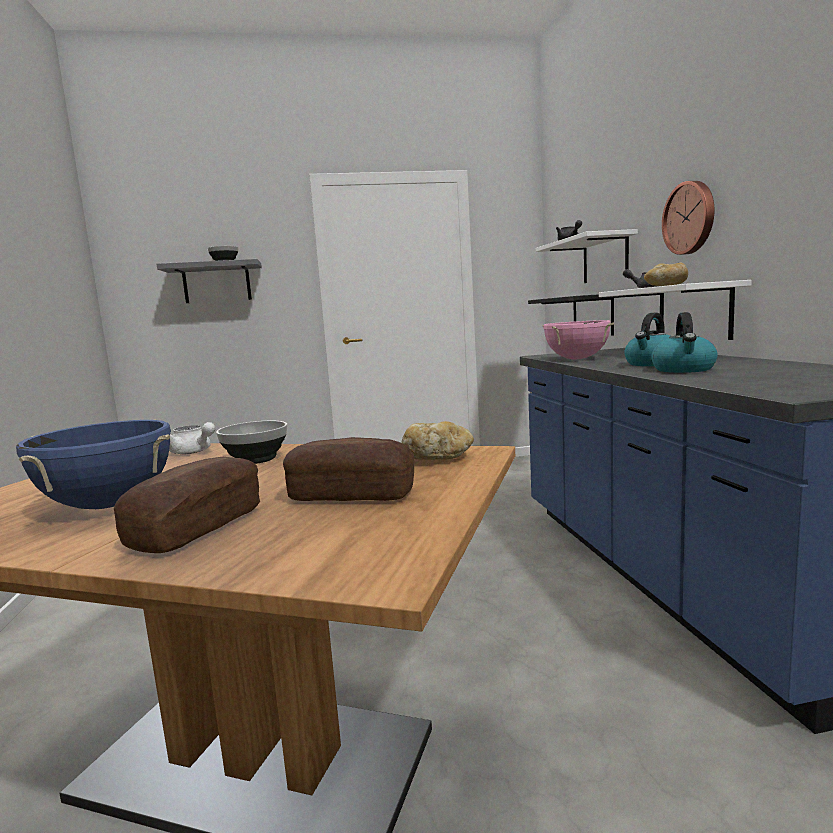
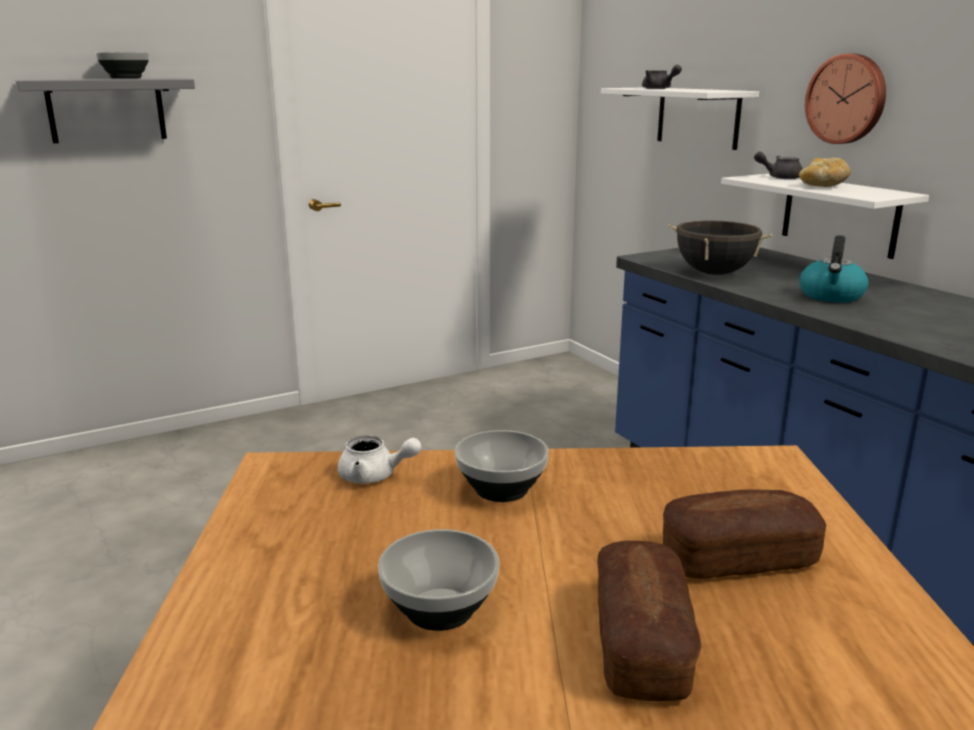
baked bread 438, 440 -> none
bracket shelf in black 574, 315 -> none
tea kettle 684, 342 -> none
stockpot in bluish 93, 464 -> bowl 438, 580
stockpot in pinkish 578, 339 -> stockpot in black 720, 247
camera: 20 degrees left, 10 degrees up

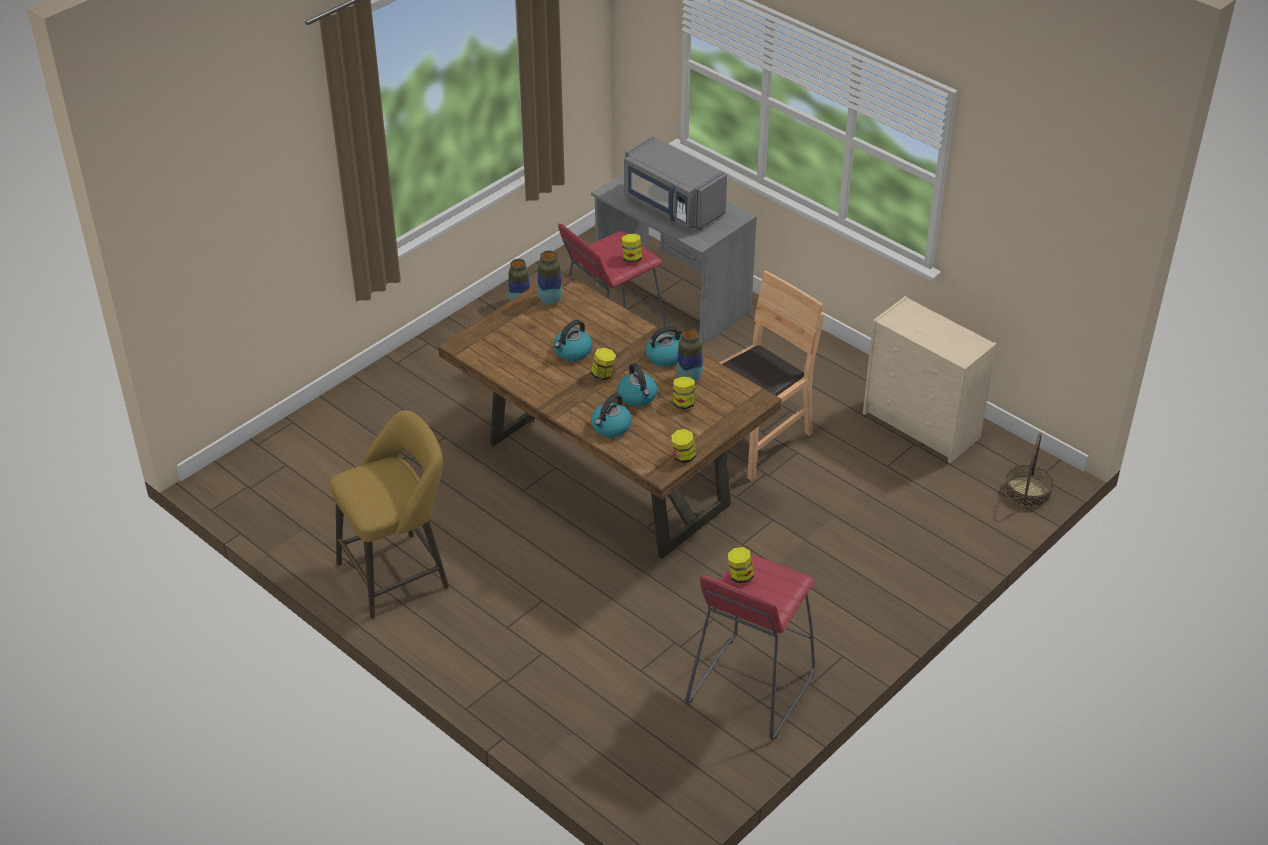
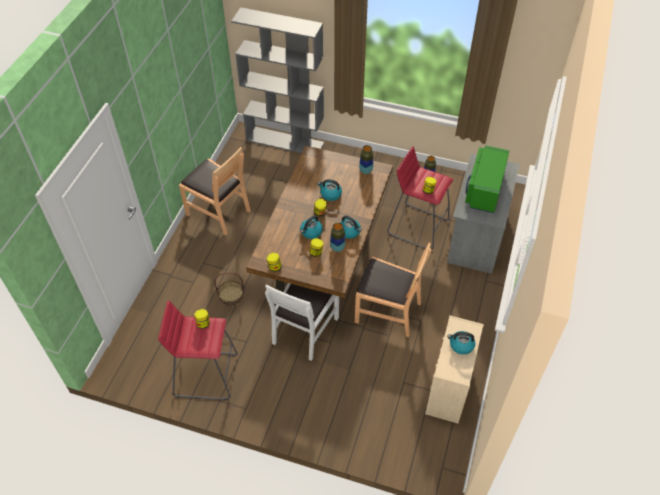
none -> bookshelf in gray 277, 80
none -> upright chair in white 302, 322
tea kettle 611, 415 -> tea kettle 461, 343, relocated
basket 1028, 470 -> basket 229, 289, relocated
stool in yellow-coloured 389, 514 -> upright chair in brownish 215, 191
microwave in gray 675, 183 -> microwave in green-coloured 487, 179
camera: 65 degrees right, 10 degrees up

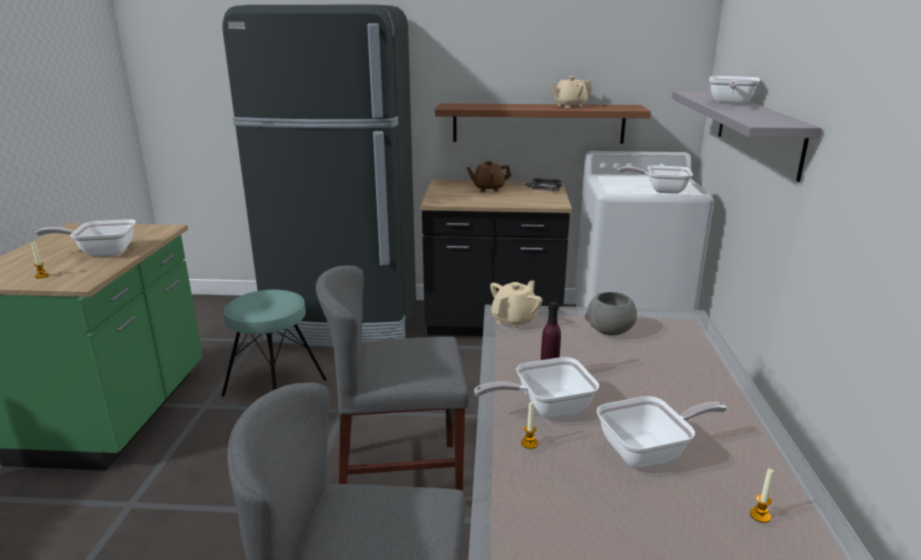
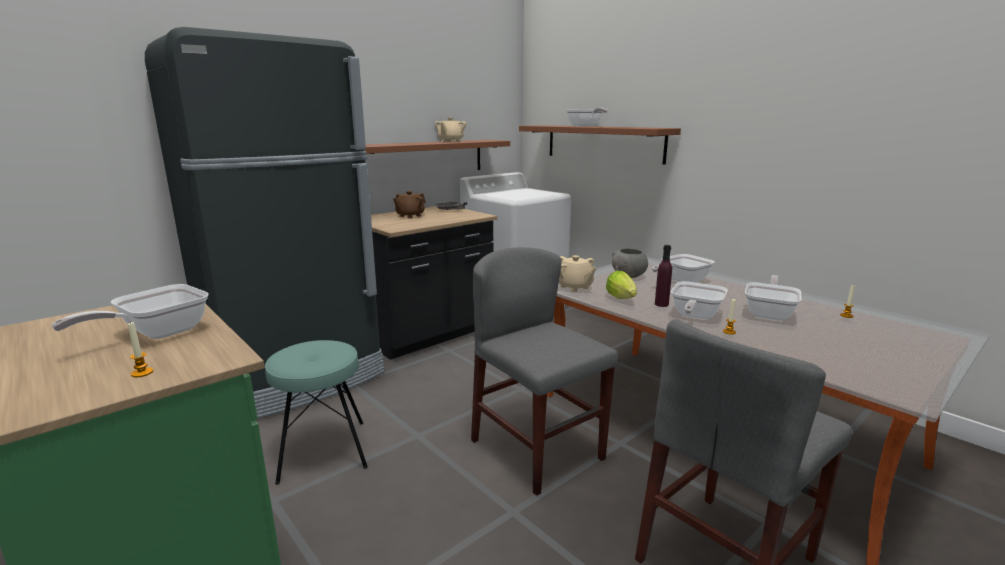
none -> lettuce head 621, 284
frying pan 655, 179 -> frying pan 683, 268, relocated
bracket shelf in gray 747, 136 -> bracket shelf in brownish 600, 145
upright chair in gray 392, 378 -> upright chair in gray 544, 371, 105 degrees clockwise
tea pot in beige 516, 304 -> tea pot in beige 577, 273, 150 degrees clockwise
camera: 45 degrees left, 5 degrees down

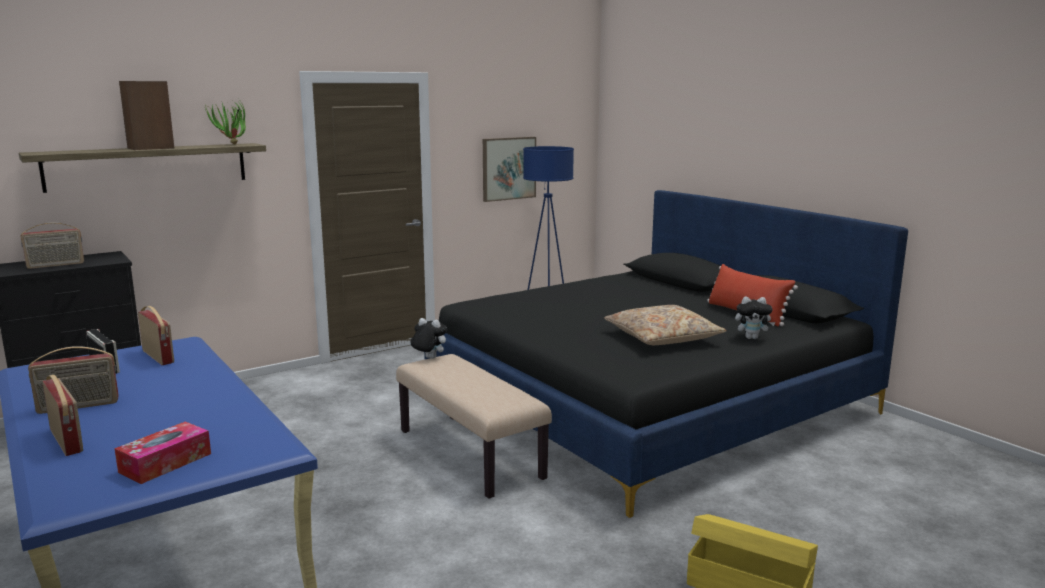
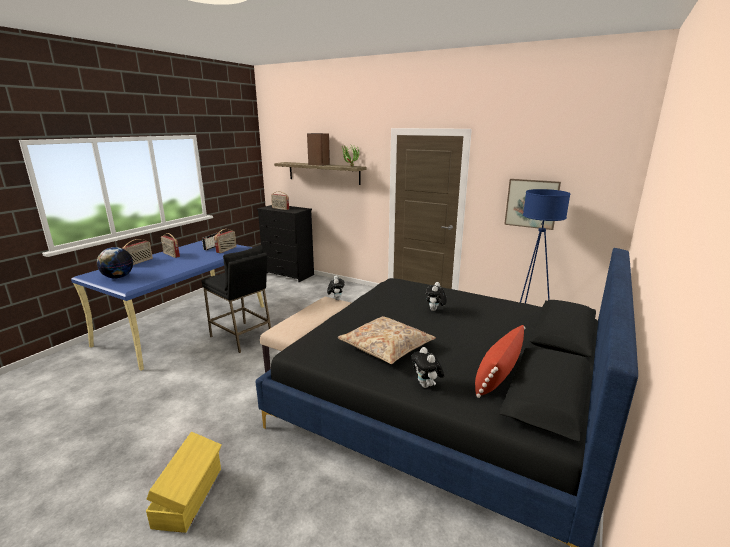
none -> stool in black 236, 299
none -> cuddly toy 436, 296
box of tissues 163, 453 -> globe 115, 263
camera: 65 degrees right, 5 degrees up

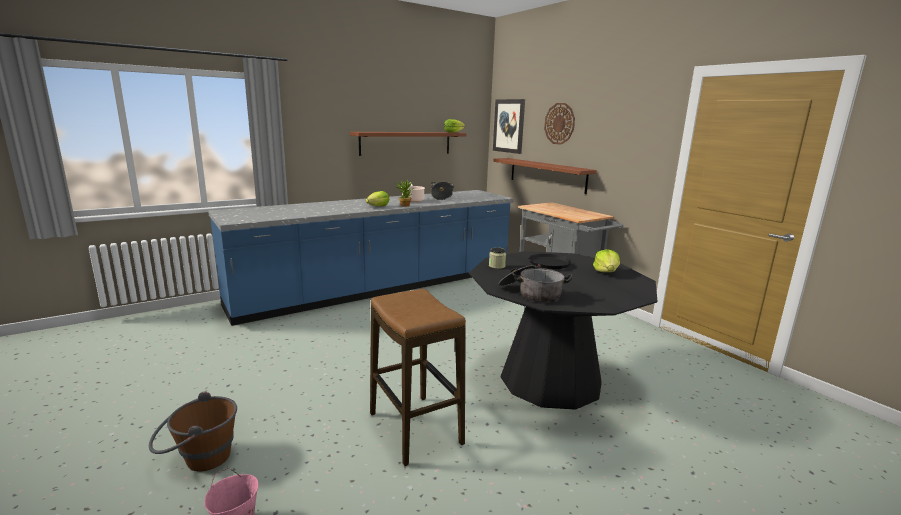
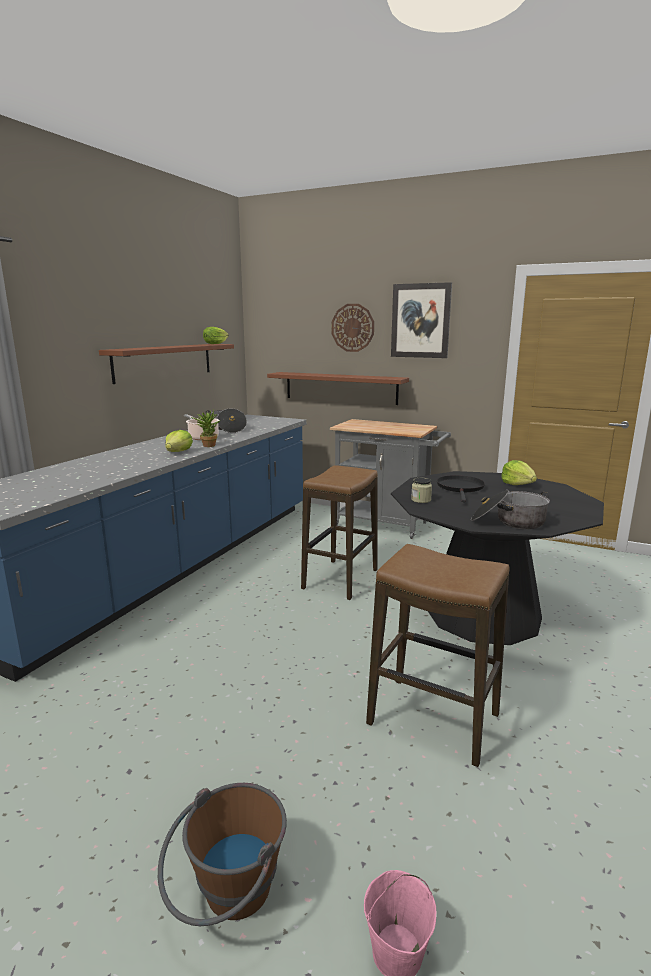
none -> stool 339, 532
wall art 509, 126 -> wall art 421, 320, relocated
camera: 30 degrees left, 0 degrees up

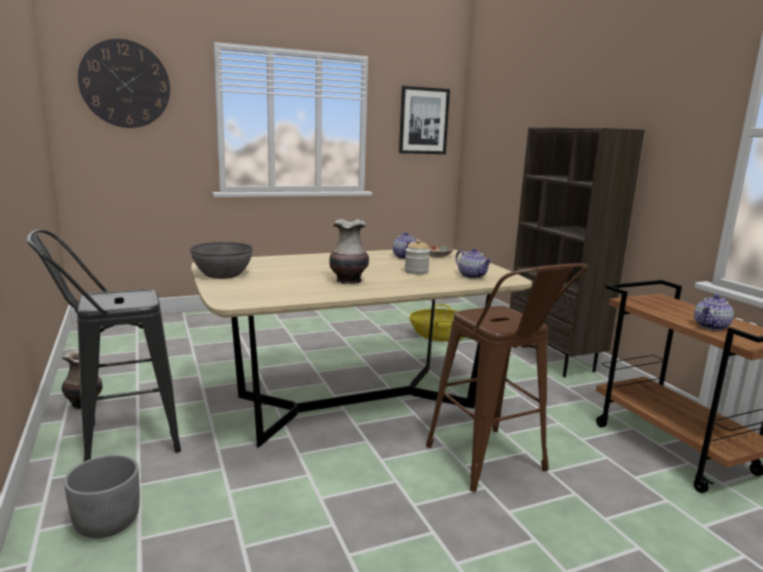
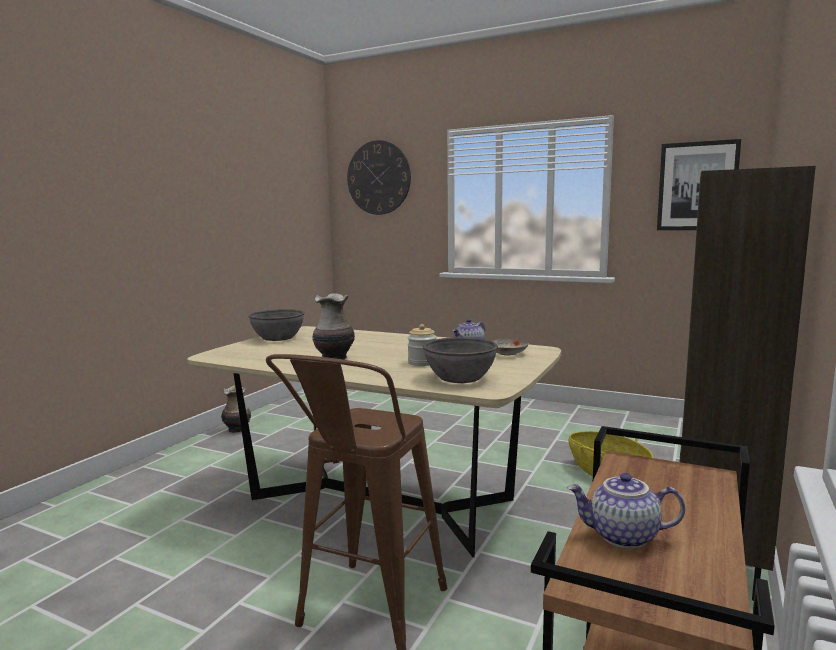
stool in black 104, 346 -> none
plant pot in gray 102, 497 -> none
tea pot 473, 263 -> bowl in gray 460, 360
camera: 50 degrees right, 5 degrees down

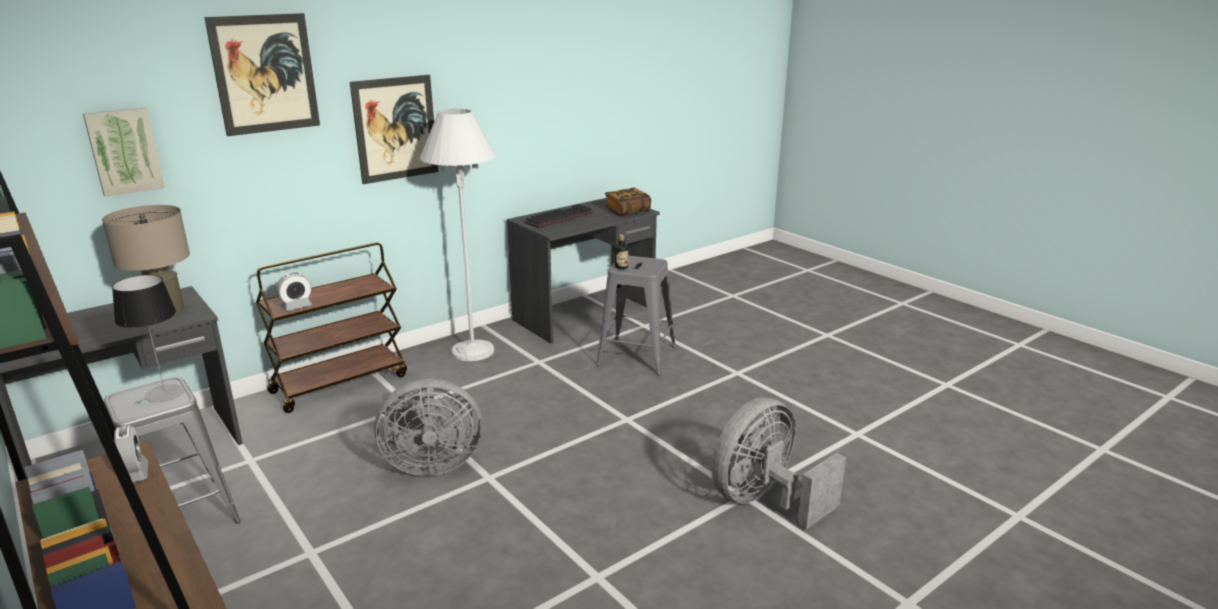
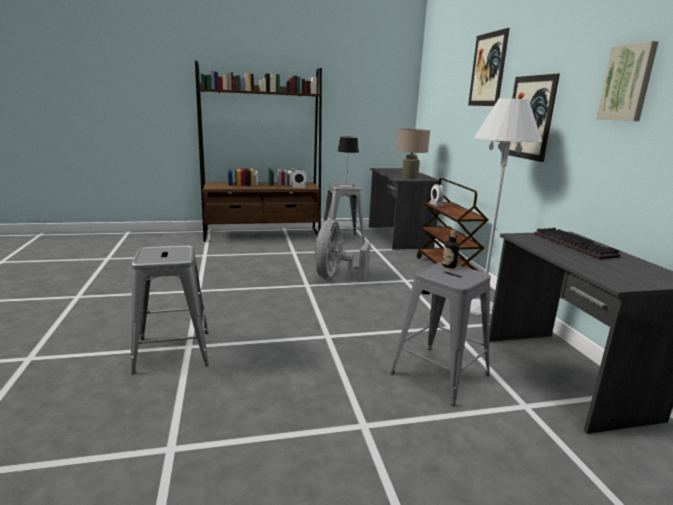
volume 628, 202 -> none
wall art 124, 152 -> wall art 627, 81, relocated
electric fan in gray 779, 463 -> stool in gray 170, 310
camera: 115 degrees right, 5 degrees down

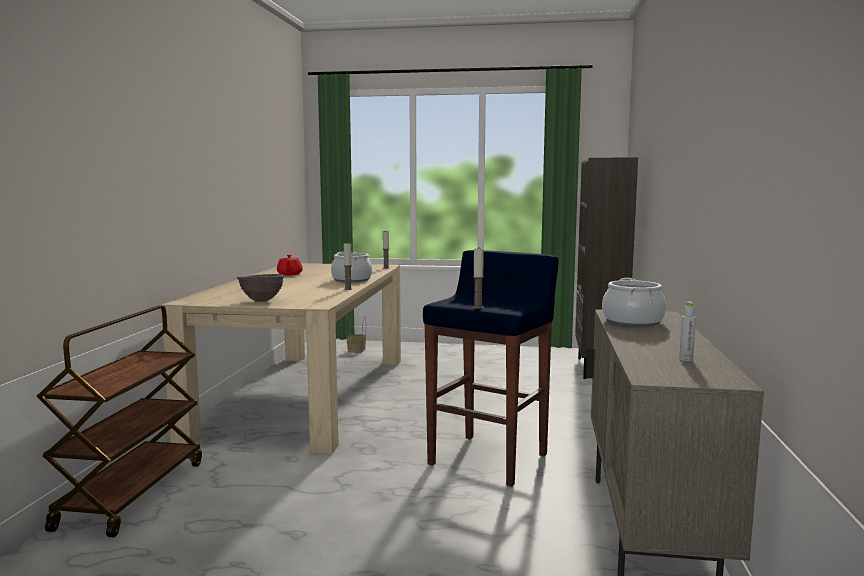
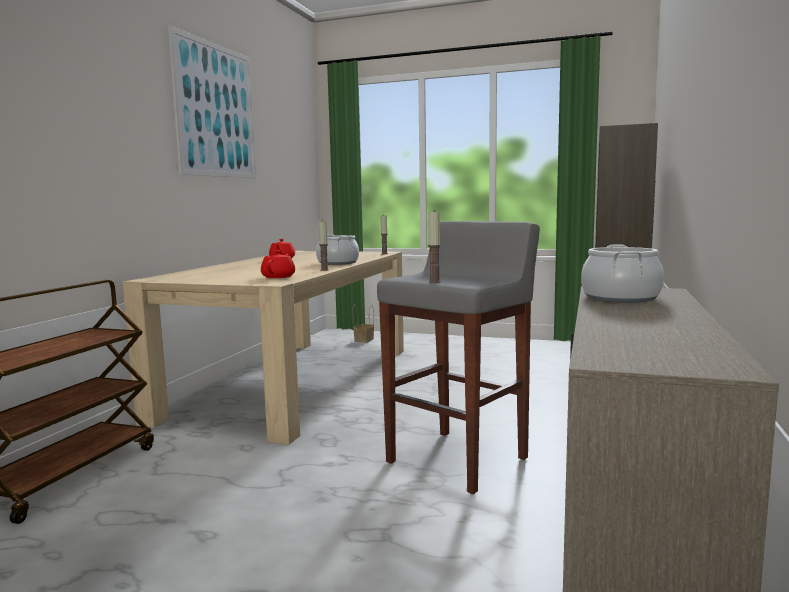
bowl in brownish 260, 288 -> none
beverage bottle in gray 687, 331 -> none
none -> wall art 212, 101
none -> tea pot in red 278, 264
stool in bluish 491, 368 -> stool in gray 458, 357
camera: 10 degrees right, 0 degrees up

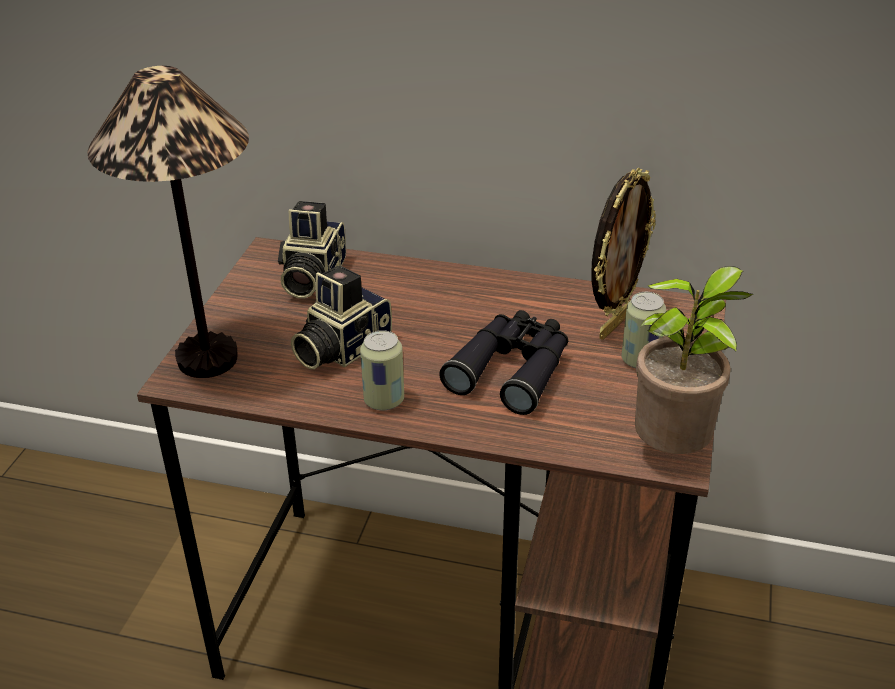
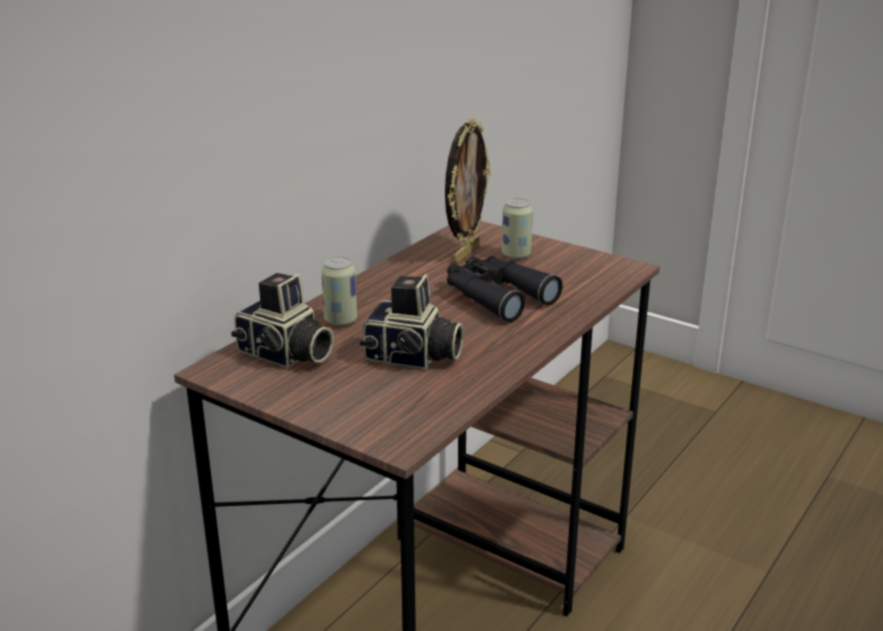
tabletop lamp 168, 222 -> none
potted plant 694, 360 -> none
can 382, 370 -> can 339, 291, relocated
photo camera 341, 317 -> photo camera 412, 321, 45 degrees counterclockwise
standing frame 623, 254 -> standing frame 467, 190, 60 degrees clockwise
camera: 70 degrees left, 10 degrees down

